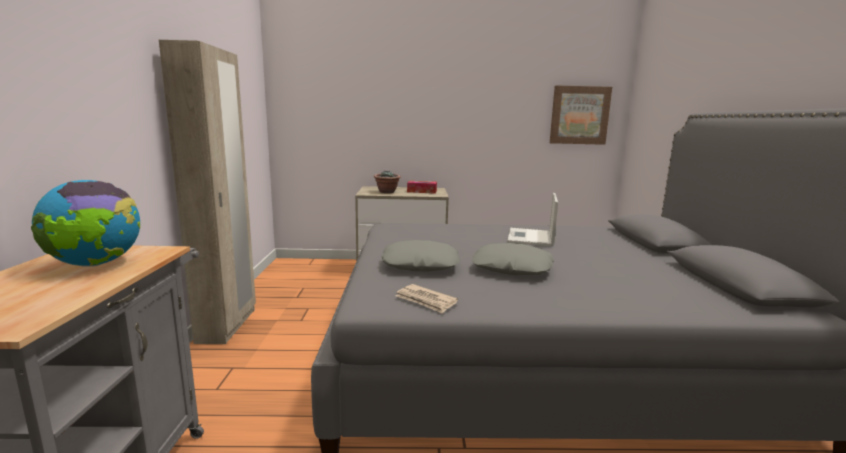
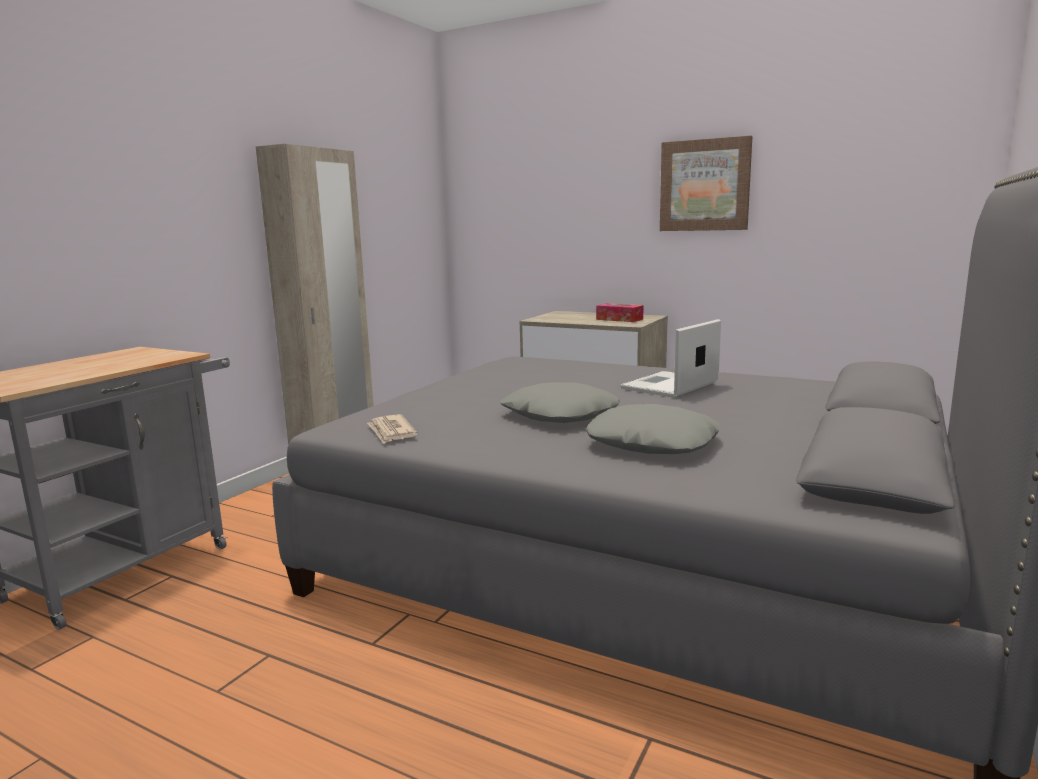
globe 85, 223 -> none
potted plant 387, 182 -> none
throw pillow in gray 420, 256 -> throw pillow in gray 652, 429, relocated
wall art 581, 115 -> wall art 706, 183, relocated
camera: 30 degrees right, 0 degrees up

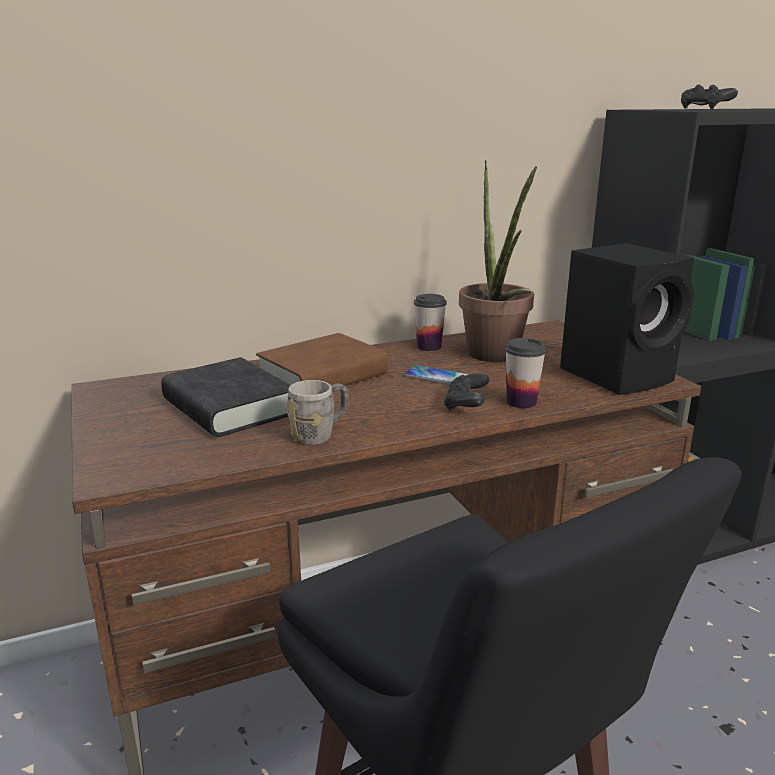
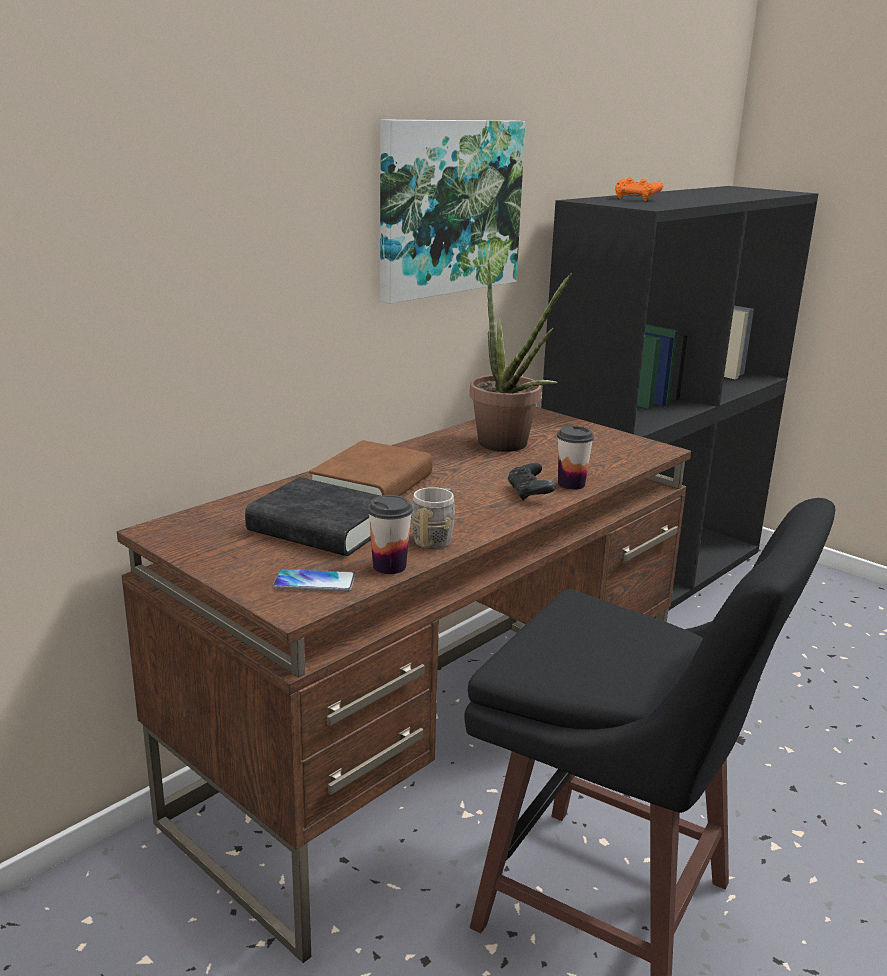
loudspeaker in black 627, 319 -> none
none -> wall art 453, 212
telephone 437, 375 -> telephone 314, 580, relocated
cup 430, 322 -> cup 390, 534, relocated
game controller in black 709, 97 -> game controller in orange-coloured 639, 189
camera: 25 degrees left, 0 degrees up

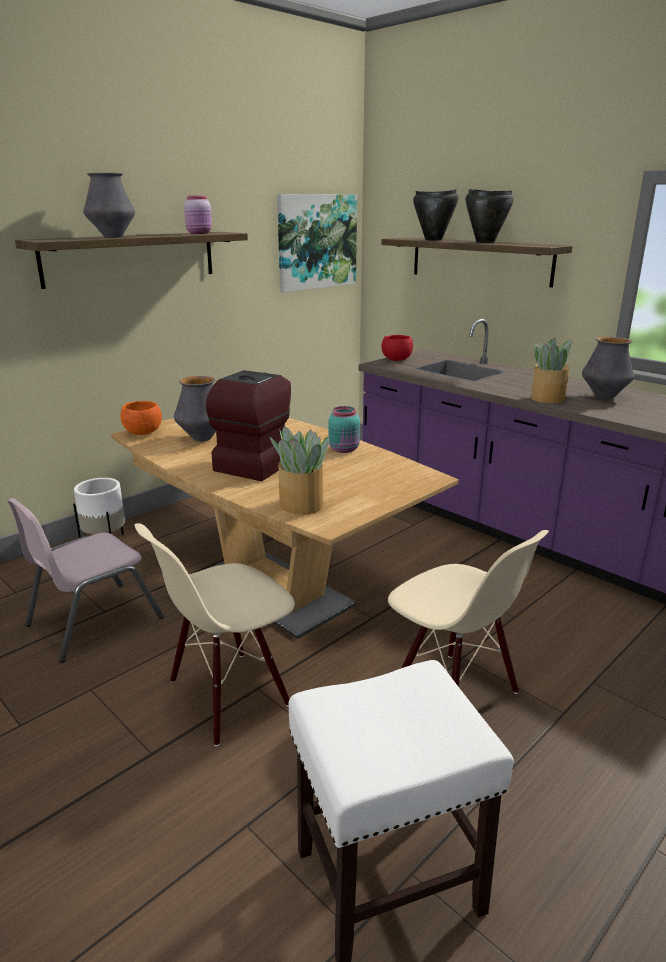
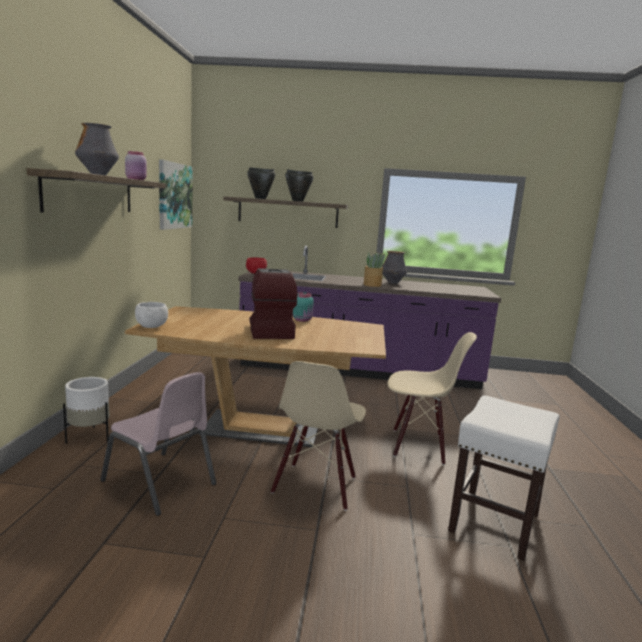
flower vase 195, 409 -> none
potted plant 299, 470 -> none
bowl in orange-coloured 141, 418 -> bowl in white 151, 315
upright chair in pinkish 85, 580 -> upright chair in pinkish 158, 444, 60 degrees counterclockwise
camera: 40 degrees left, 10 degrees down

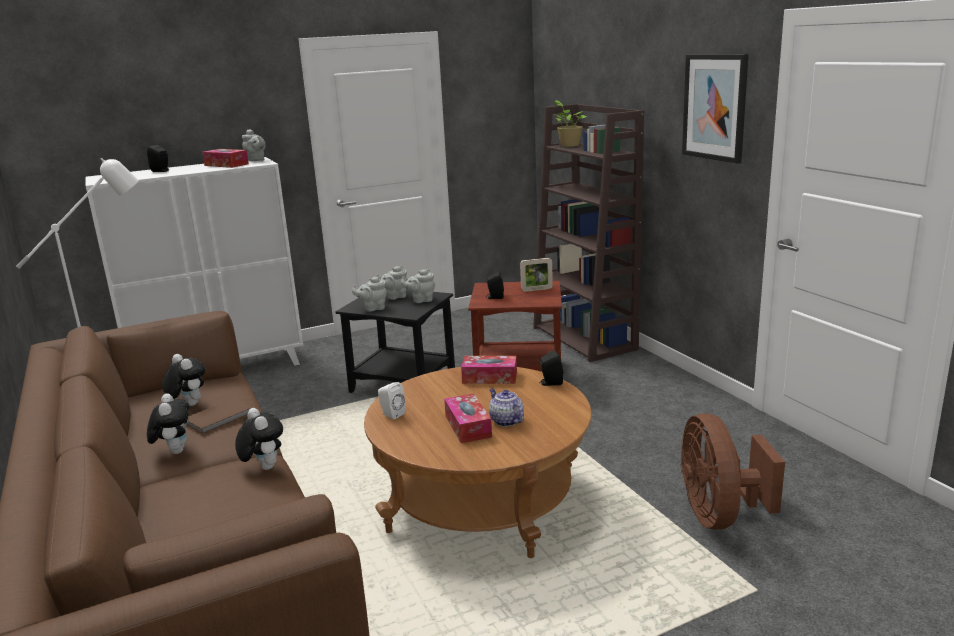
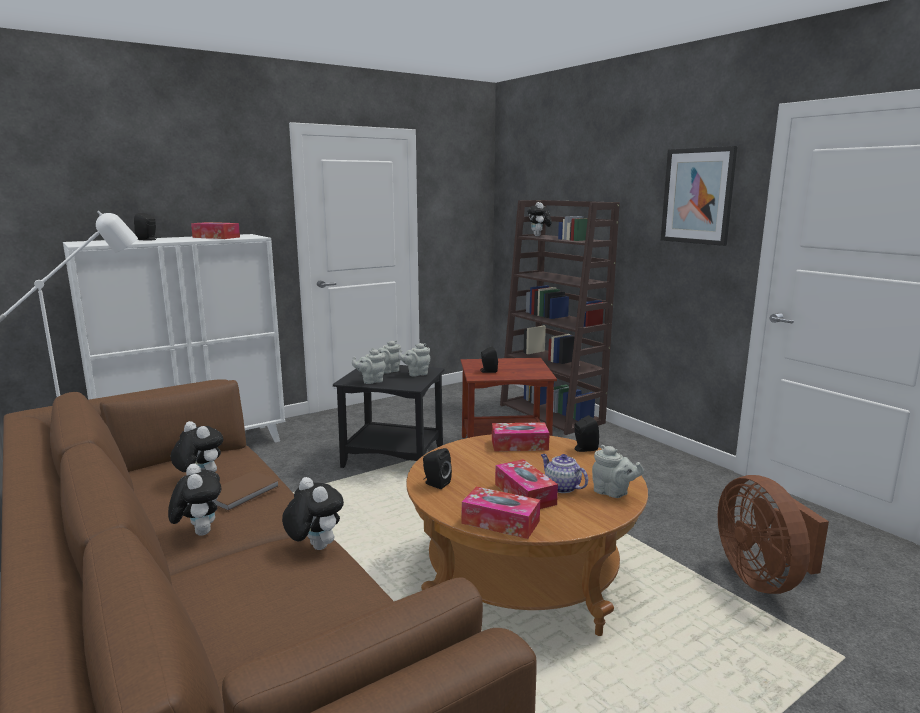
standing frame 536, 275 -> none
none -> box of tissues 501, 512
tea pot in gray 254, 145 -> tea pot in gray 618, 471, relocated
potted plant 570, 123 -> cuddly toy 539, 219
loudspeaker in white 392, 401 -> loudspeaker in black 437, 468
camera: 10 degrees left, 5 degrees down

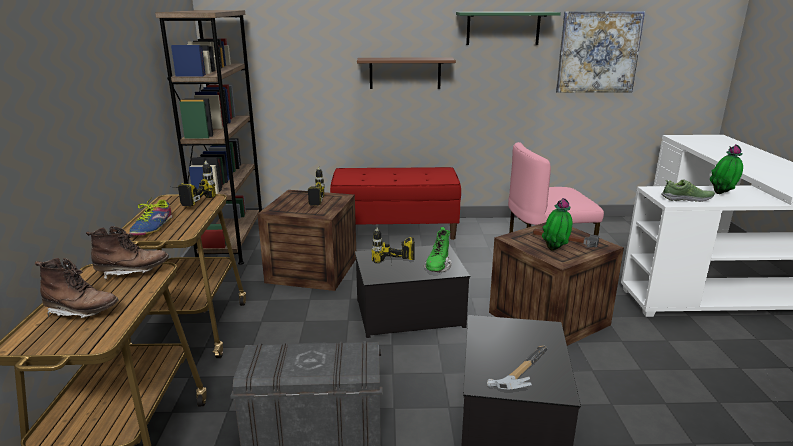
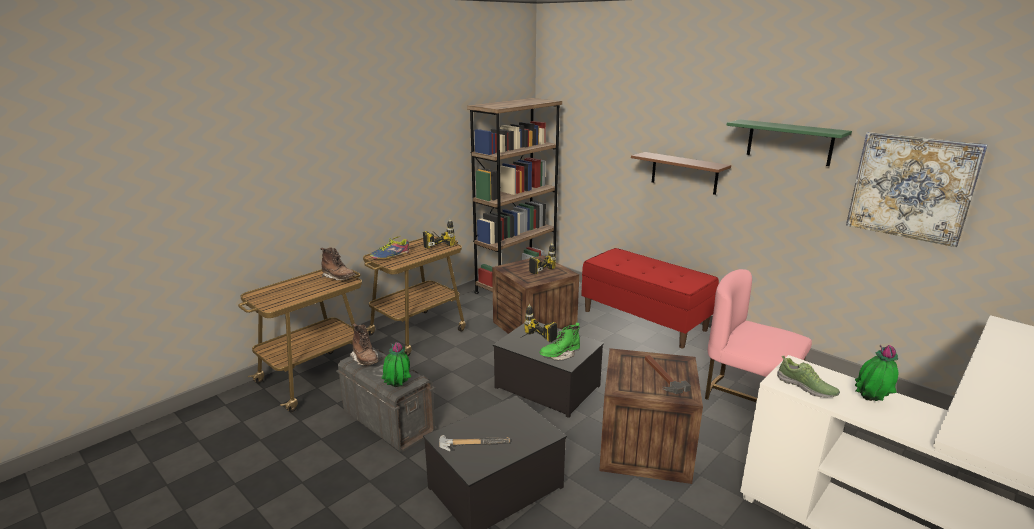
tall boot in brownish 77, 288 -> tall boot in brownish 364, 344, relocated
potted plant 557, 224 -> potted plant 396, 364, relocated
camera: 45 degrees right, 0 degrees up

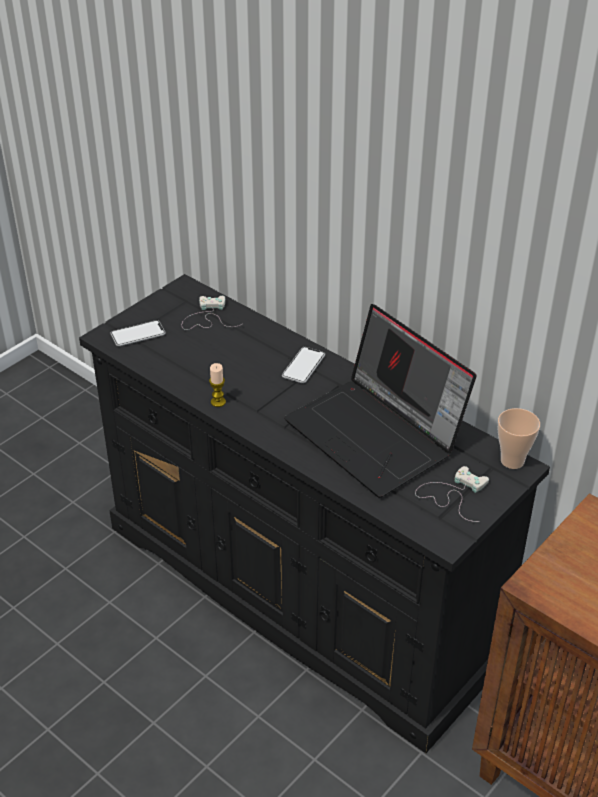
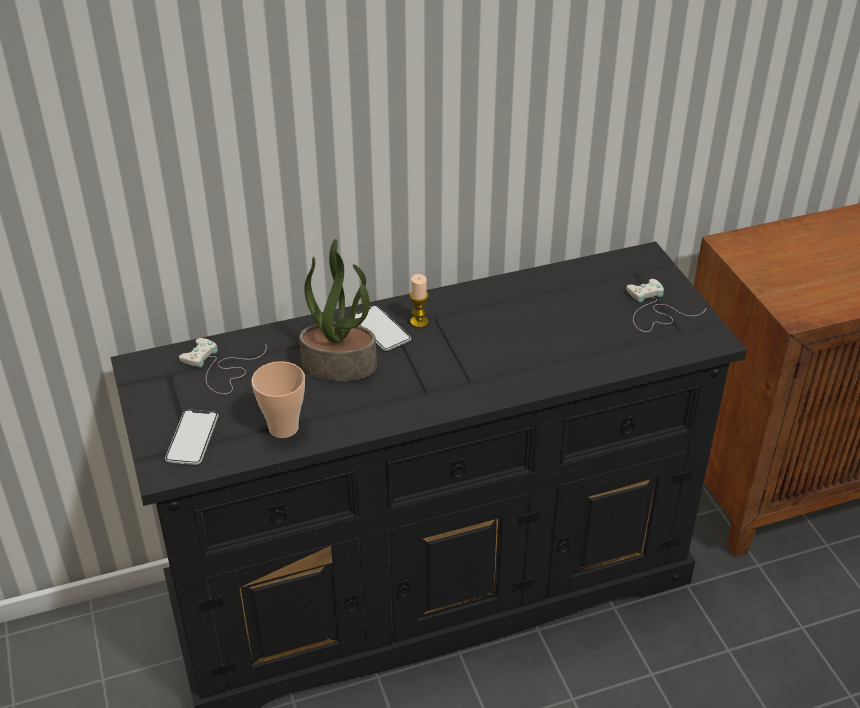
portable computer 380, 400 -> none
none -> potted plant 338, 310
wax light 217, 385 -> wax light 419, 301, relocated
cup 519, 438 -> cup 278, 399, relocated
camera: 60 degrees left, 0 degrees up

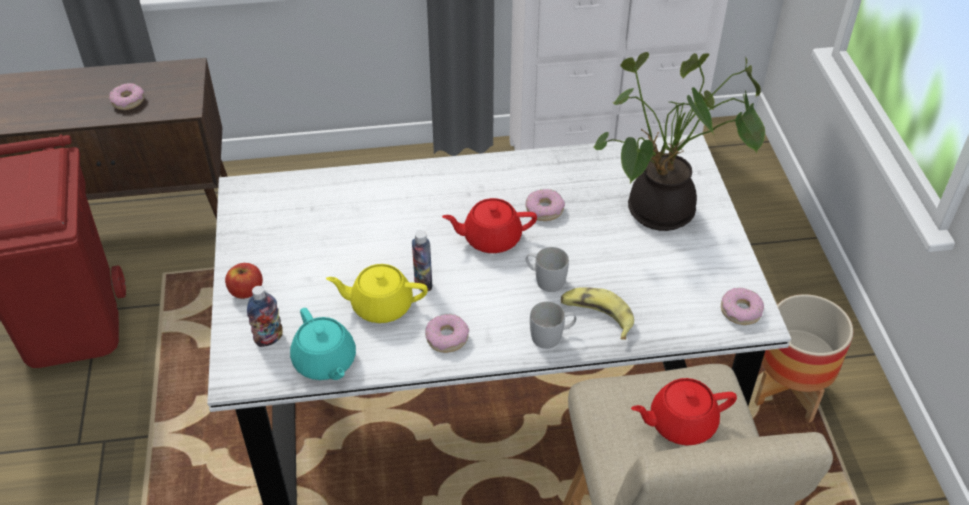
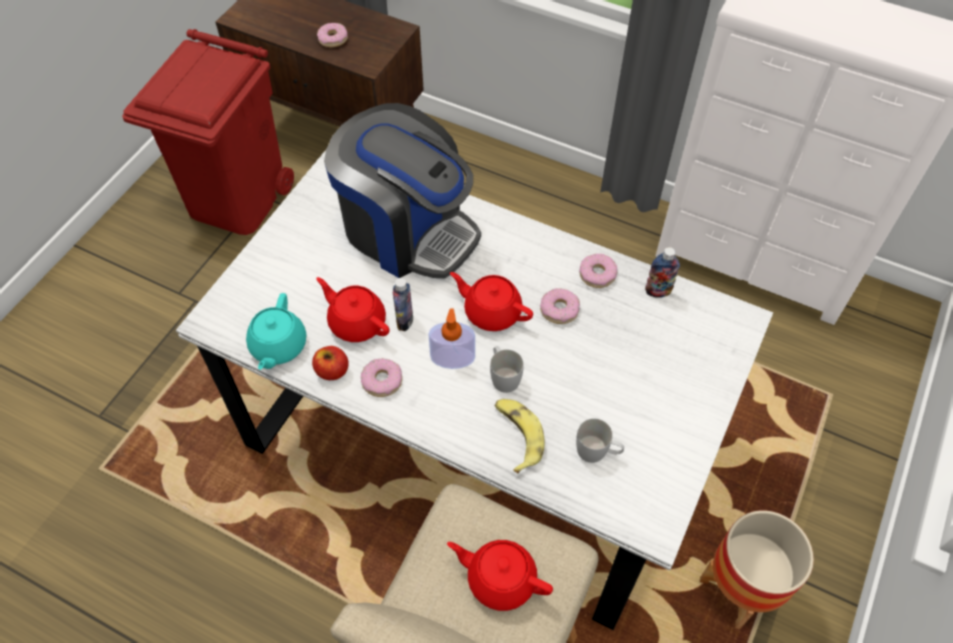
potted plant 679, 141 -> none
none -> coffee maker 402, 190
none -> liquid soap bottle 451, 338
whole apple 244, 281 -> whole apple 330, 363, relocated
beverage bottle 265, 316 -> beverage bottle 662, 272, relocated
mug in white 553, 325 -> mug in white 600, 440, relocated
donut 742, 306 -> donut 598, 271, relocated
tea pot in yellow-coloured 377, 293 -> tea pot in red 353, 309
camera: 35 degrees right, 10 degrees up

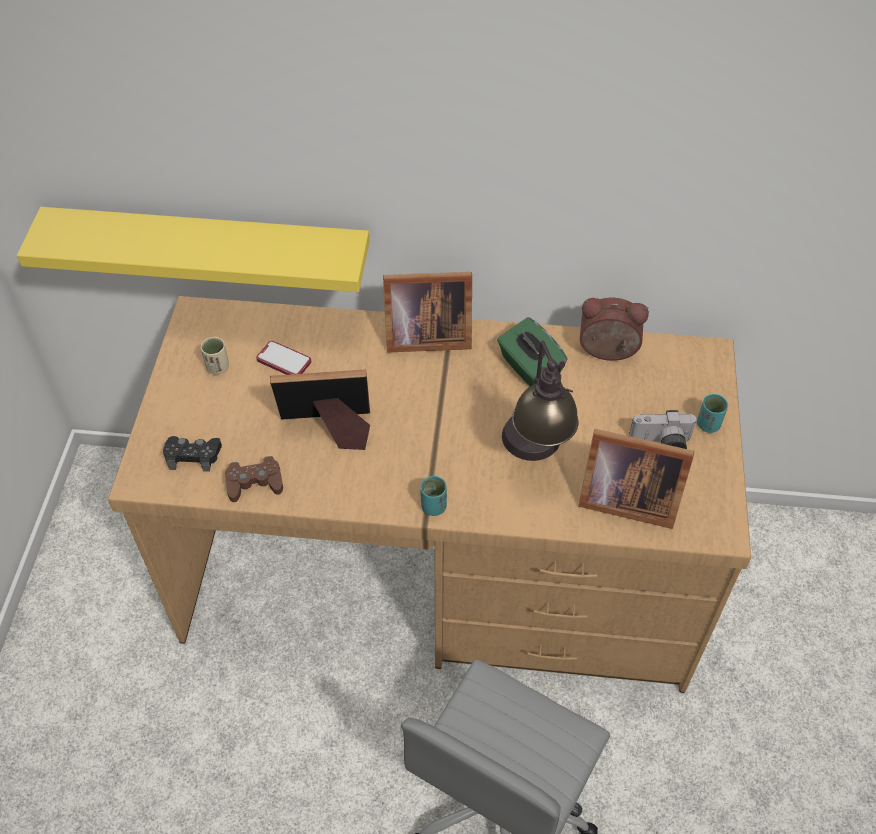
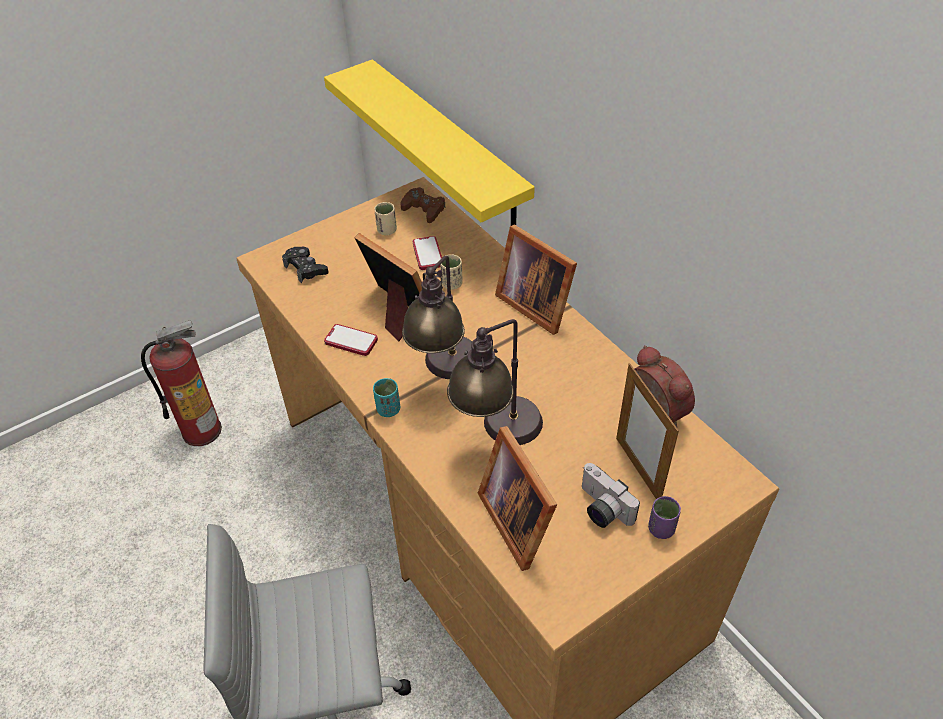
box of tissues in green-coloured 532, 351 -> none
none -> fire-fighting cylinder 181, 383
none -> telephone 351, 340
none -> tabletop lamp 437, 317
none -> cup in beige 451, 272
none -> standing frame 647, 431
game controller in brownish 254, 479 -> game controller in brownish 422, 205, relocated
cup in turquoise 712, 413 -> cup in purplish 664, 517
camera: 50 degrees right, 5 degrees down

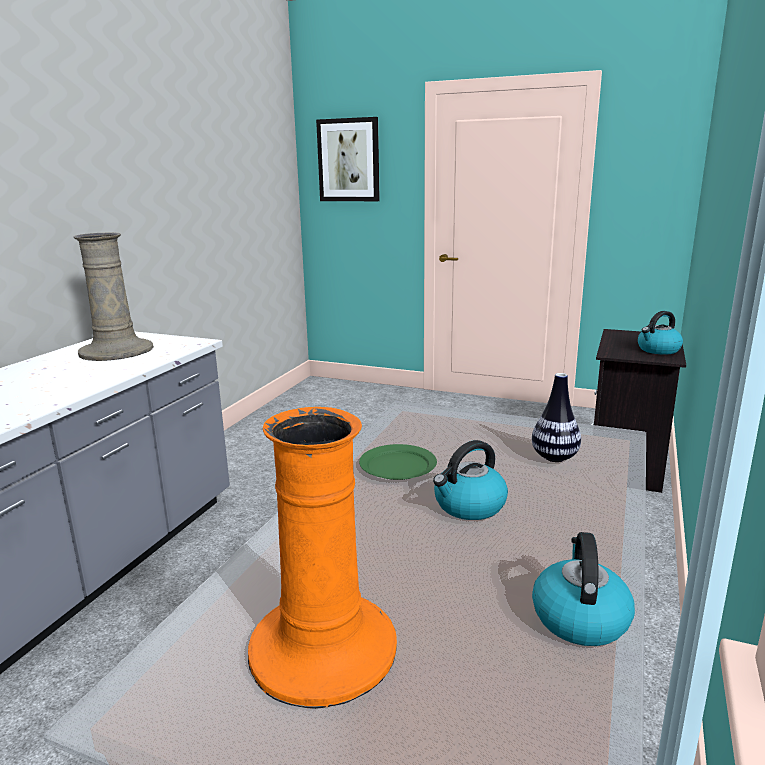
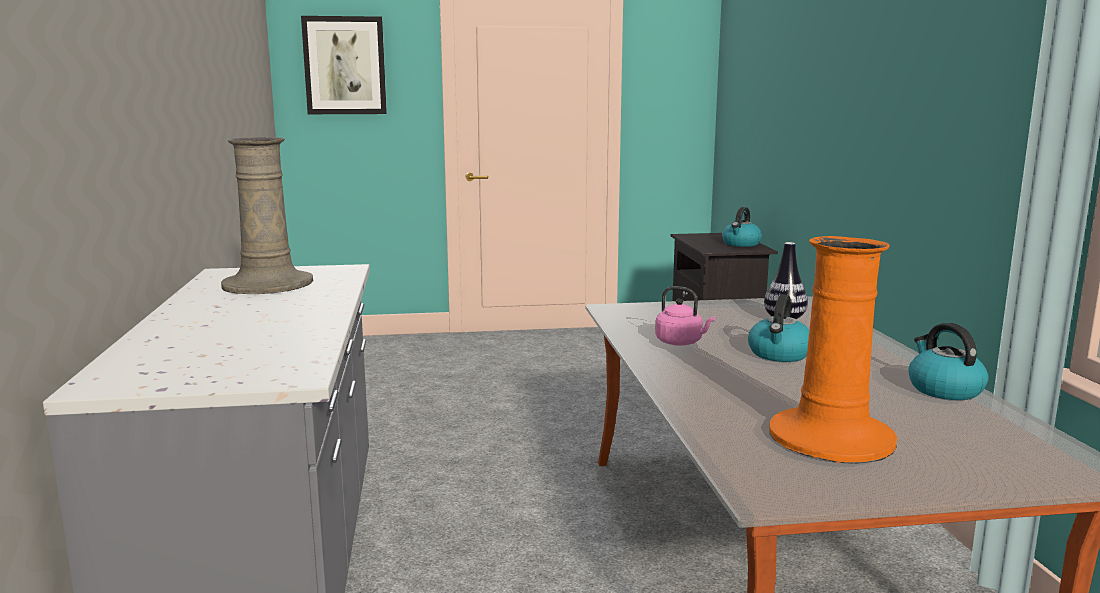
flat dish in green-coloured 398, 462 -> tea kettle in pinkish 685, 316
camera: 30 degrees left, 5 degrees down

